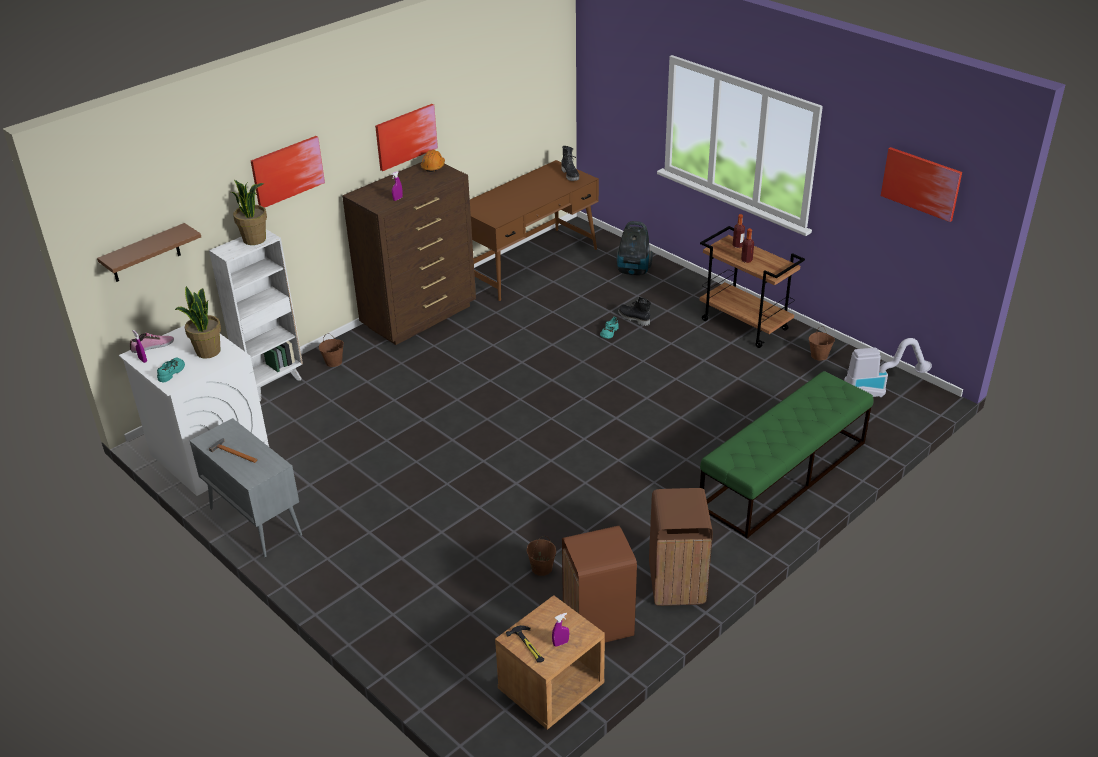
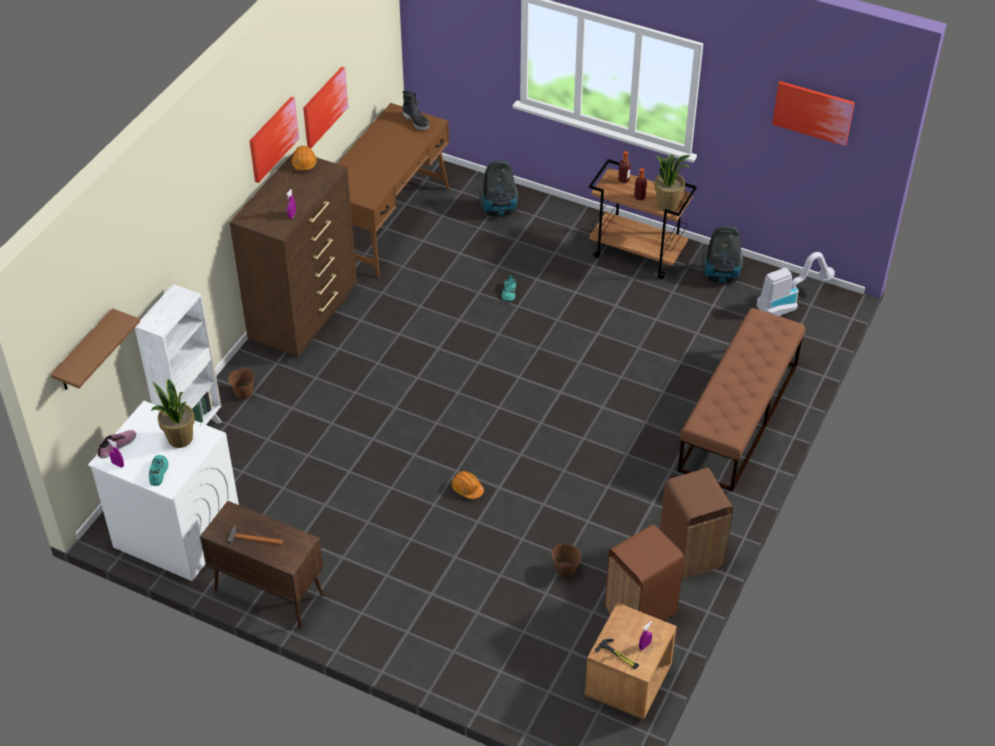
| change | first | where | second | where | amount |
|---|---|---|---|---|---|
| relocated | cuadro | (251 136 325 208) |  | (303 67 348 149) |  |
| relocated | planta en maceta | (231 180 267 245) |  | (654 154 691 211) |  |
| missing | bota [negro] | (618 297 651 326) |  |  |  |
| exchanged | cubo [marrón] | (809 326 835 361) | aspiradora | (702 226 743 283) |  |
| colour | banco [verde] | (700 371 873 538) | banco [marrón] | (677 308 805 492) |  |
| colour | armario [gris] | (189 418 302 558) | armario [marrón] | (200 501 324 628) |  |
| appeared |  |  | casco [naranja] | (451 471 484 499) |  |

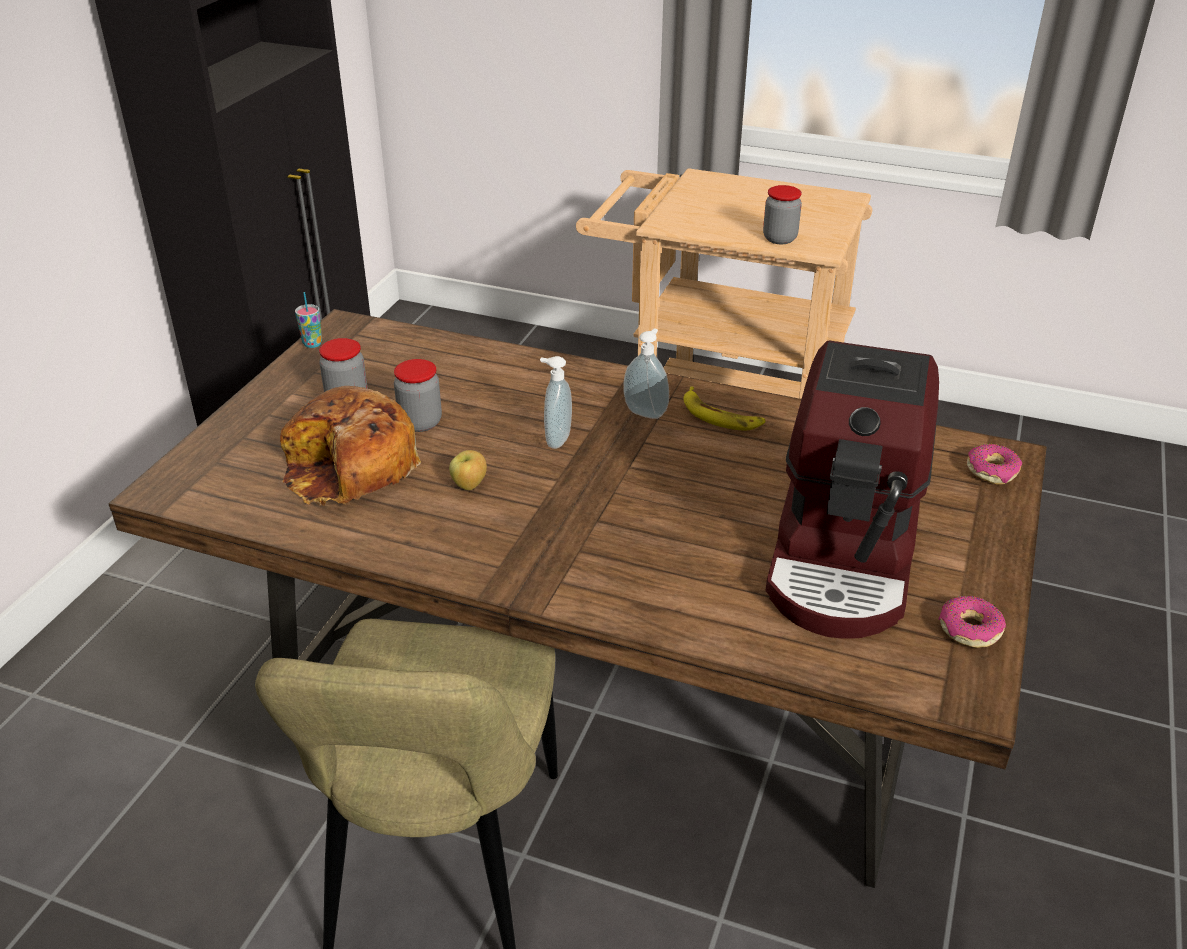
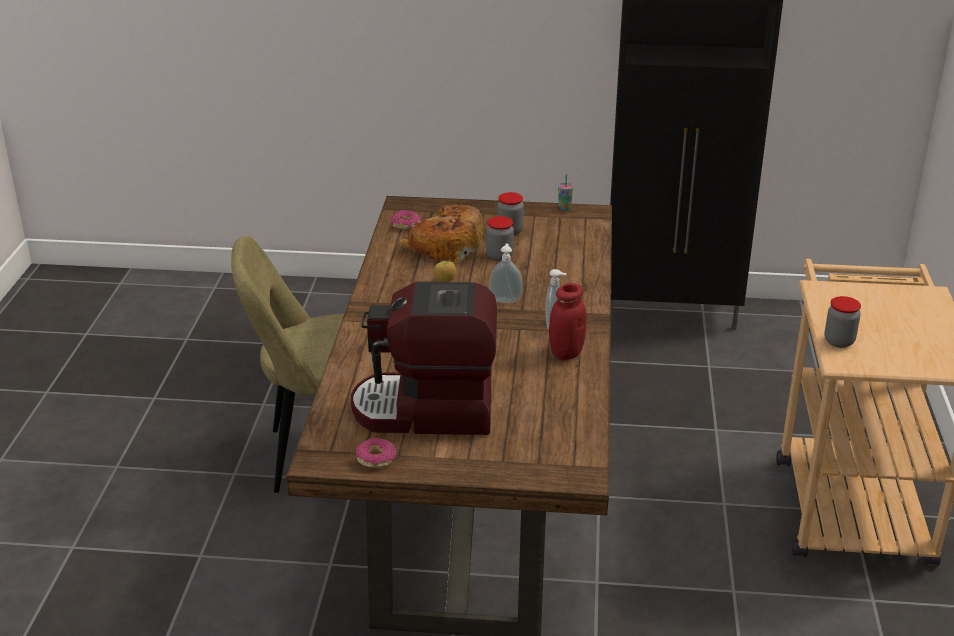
| change | first | where | second | where | amount |
|---|---|---|---|---|---|
| exchanged | plátano | (683 386 766 431) | tarro [rojo] | (549 283 586 360) |  |
| relocated | rosquilla | (967 444 1022 485) |  | (390 210 421 230) |  |

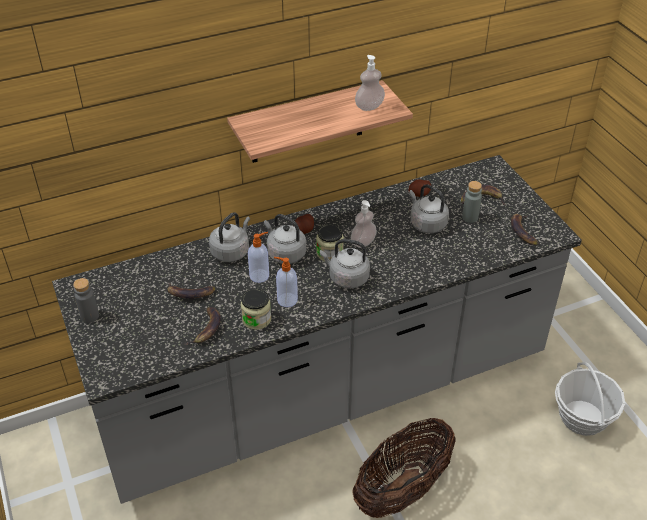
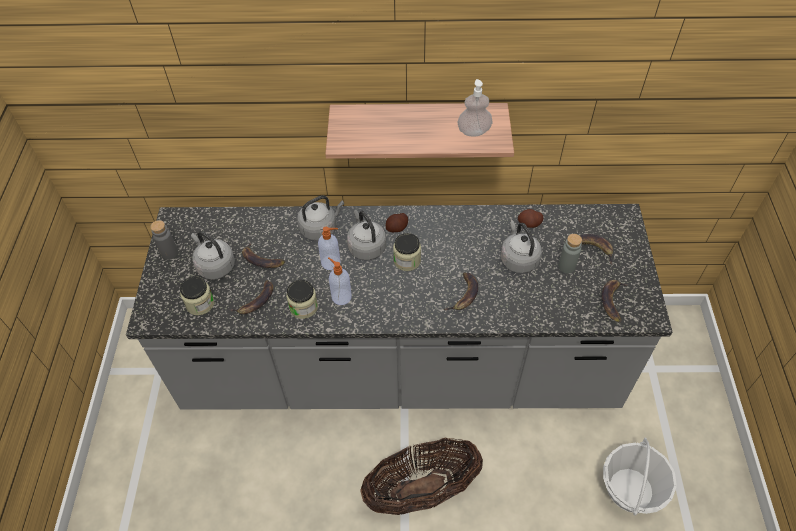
| change | first | where | second | where | amount |
|---|---|---|---|---|---|
| missing | dispensador de jabón | (351 200 377 248) |  |  |  |
| relocated | hervidor [gris] | (320 239 370 289) |  | (191 231 235 280) |  |
| appeared |  |  | plátano | (444 273 478 310) |  |
| appeared |  |  | tarro | (180 276 214 315) |  |

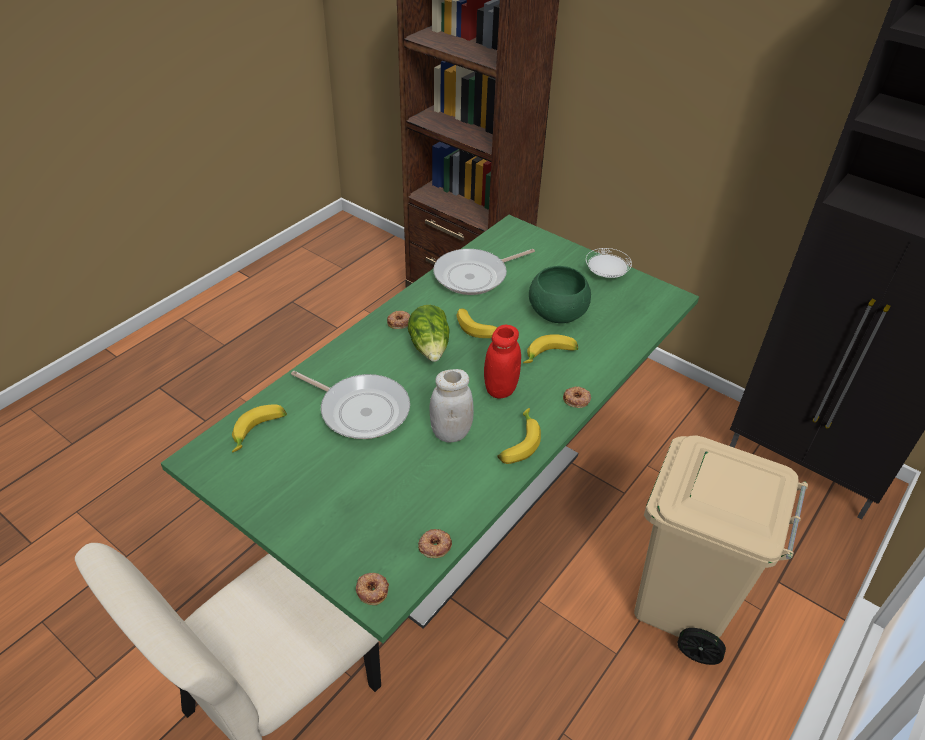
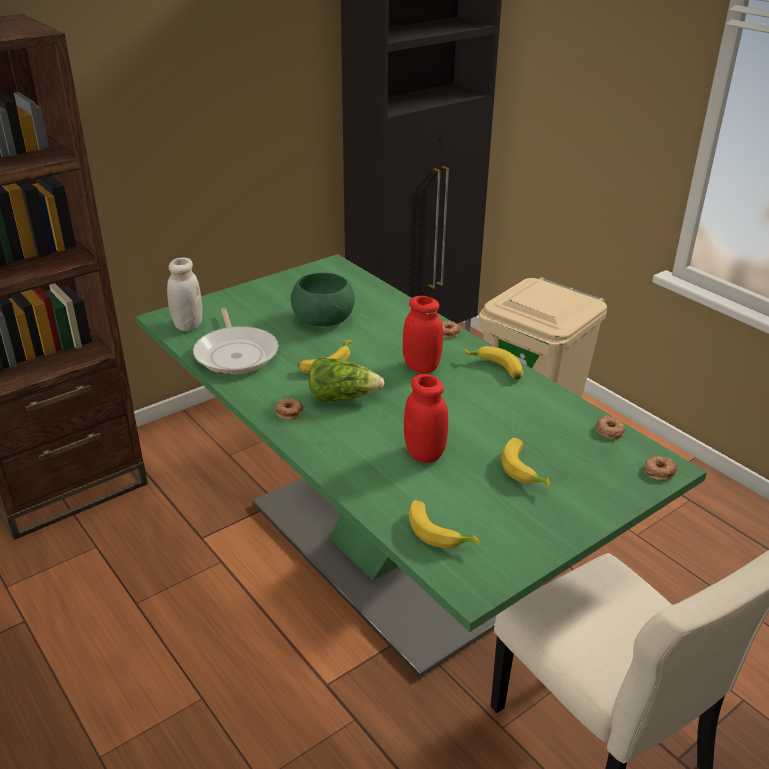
| change | first | where | second | where | amount |
|---|---|---|---|---|---|
| missing | plato [blanco] | (586 248 632 278) |  |  |  |
| relocated | plátano | (523 334 578 363) |  | (501 438 550 488) |  |
| relocated | tarro [blanco] | (430 369 474 443) |  | (167 258 202 331) |  |
| exchanged | sartén | (291 371 410 439) | tarro [rojo] | (404 374 448 463) |  |

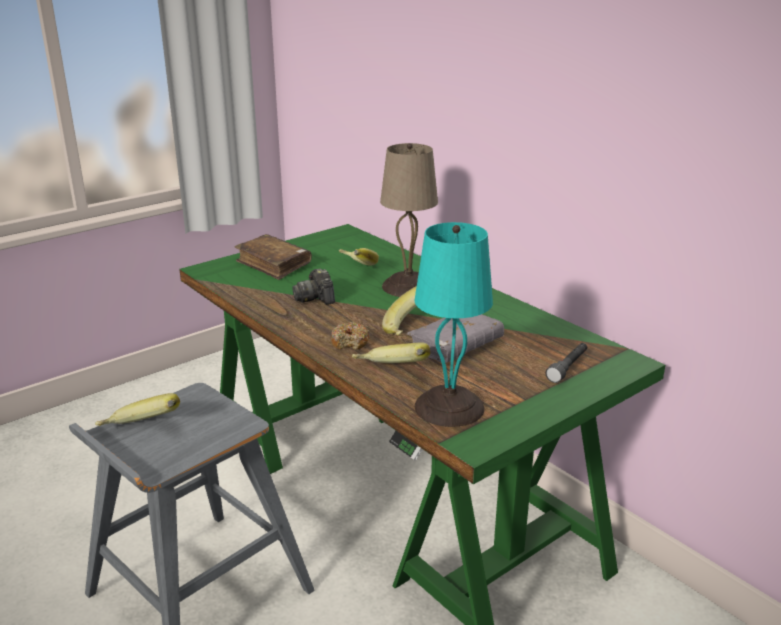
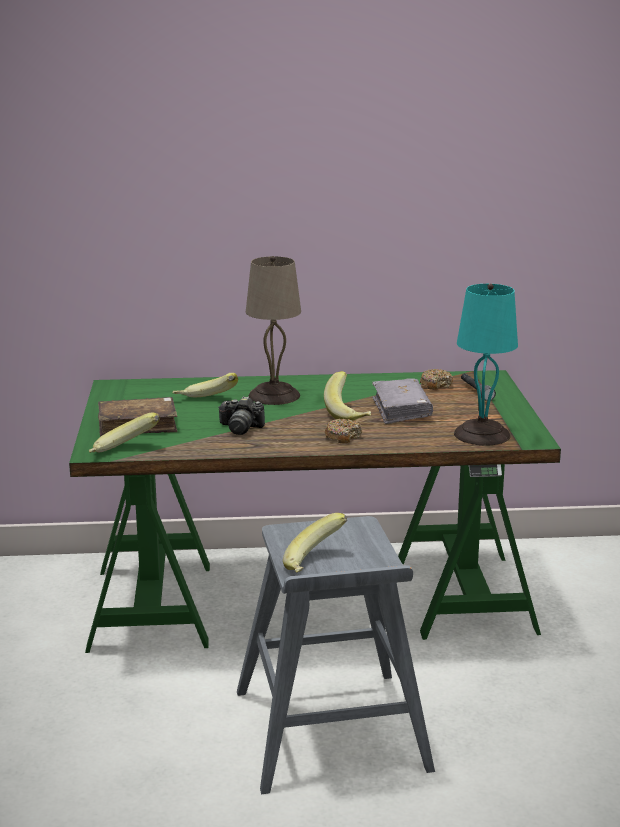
| change | first | where | second | where | amount |
|---|---|---|---|---|---|
| relocated | plátano | (352 342 431 363) |  | (89 413 160 453) |  |
| appeared |  |  | rosquilla | (420 369 453 390) |  |

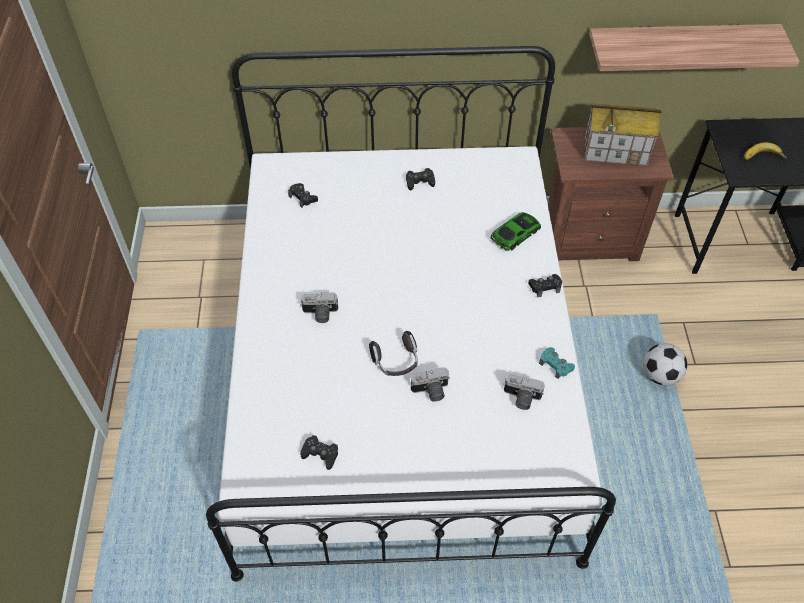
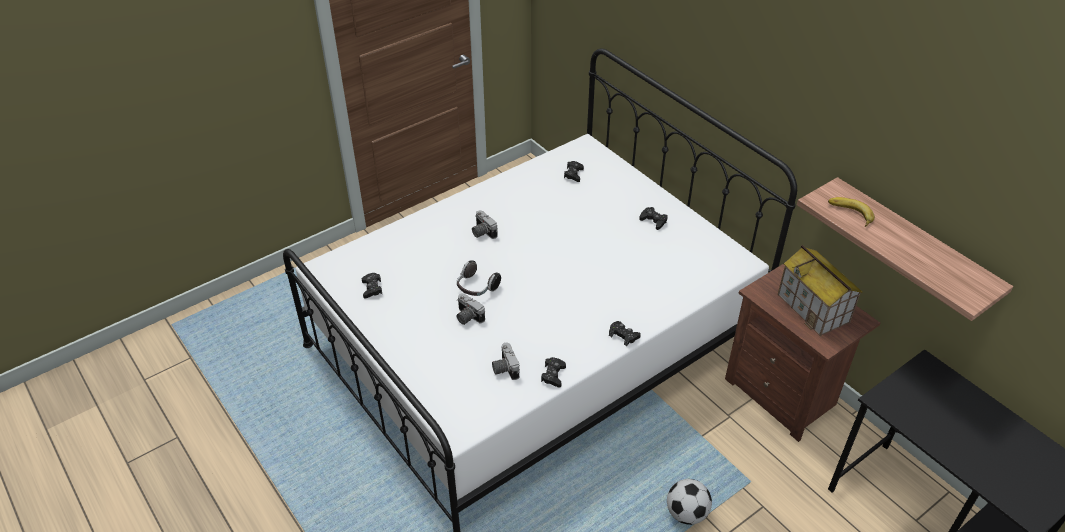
| change | first | where | second | where | amount |
|---|---|---|---|---|---|
| relocated | plátano | (744 142 786 160) |  | (828 197 875 227) |  |
| missing | coche de juguete | (490 212 541 251) |  |  |  |
| colour | mando de consola [turquesa] | (539 347 575 379) | mando de consola [negro] | (541 357 566 387) |  |

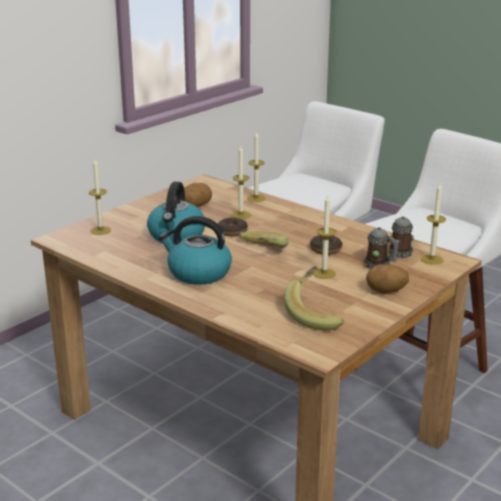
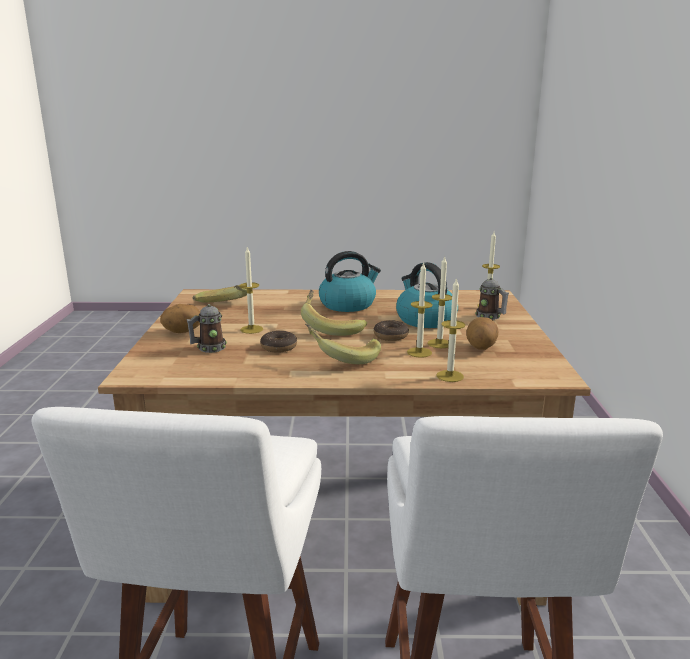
| change | first | where | second | where | amount |
|---|---|---|---|---|---|
| relocated | vela | (421 184 446 265) |  | (428 256 452 348) |  |
| relocated | taza grande | (388 216 414 258) |  | (475 278 509 320) |  |
| appeared |  |  | plátano | (305 324 381 364) |  |

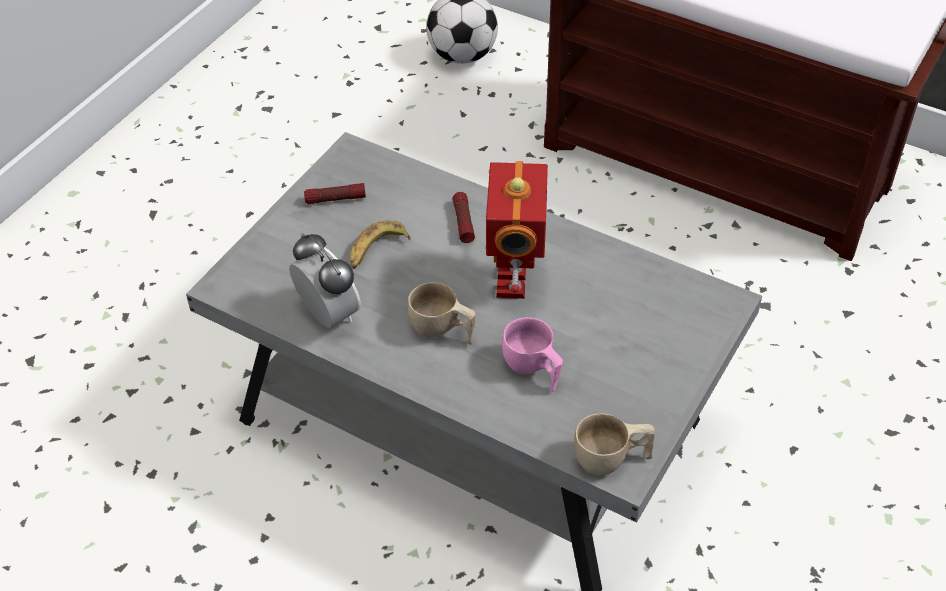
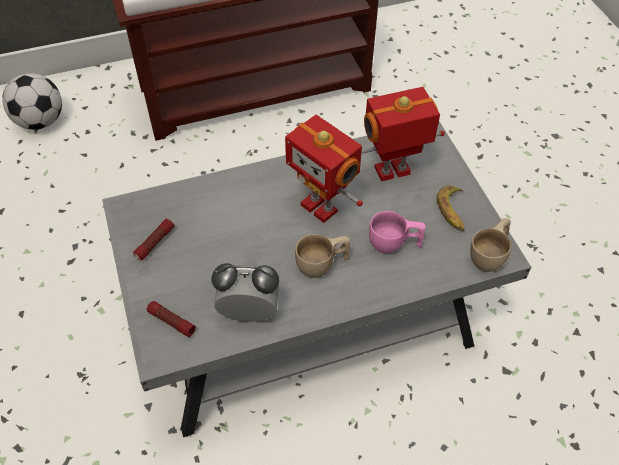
| change | first | where | second | where | amount |
|---|---|---|---|---|---|
| relocated | linterna | (453 192 475 243) |  | (147 301 196 337) |  |
| relocated | plátano | (350 221 411 269) |  | (436 185 465 231) |  |
| appeared |  |  | robot de juguete | (361 87 445 181) |  |

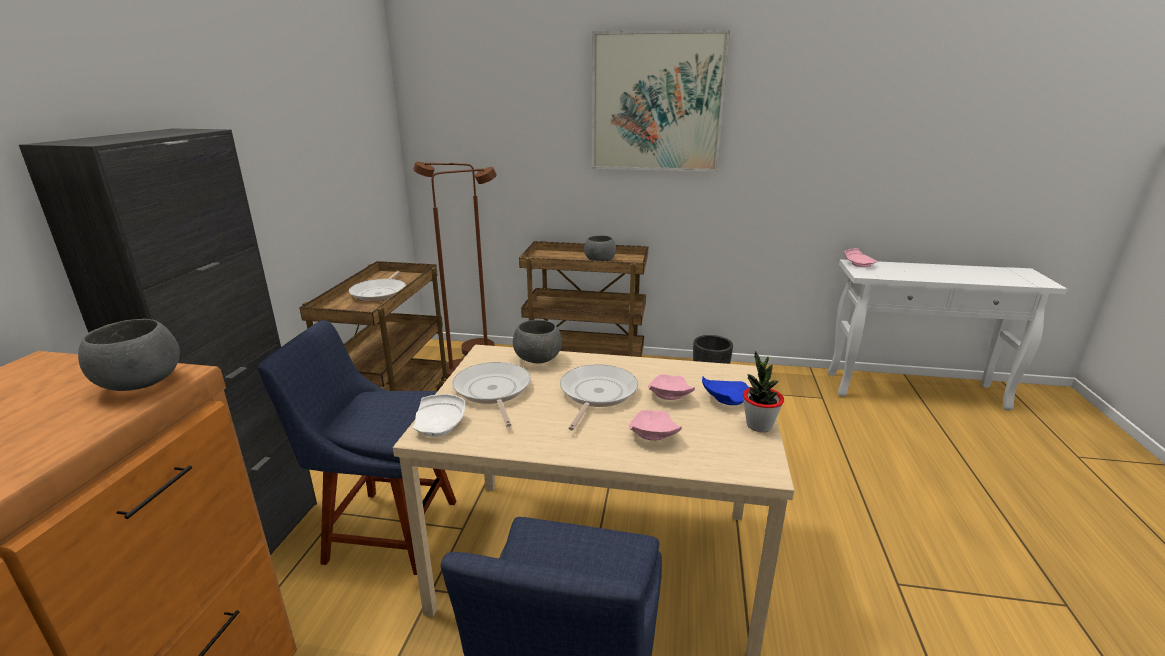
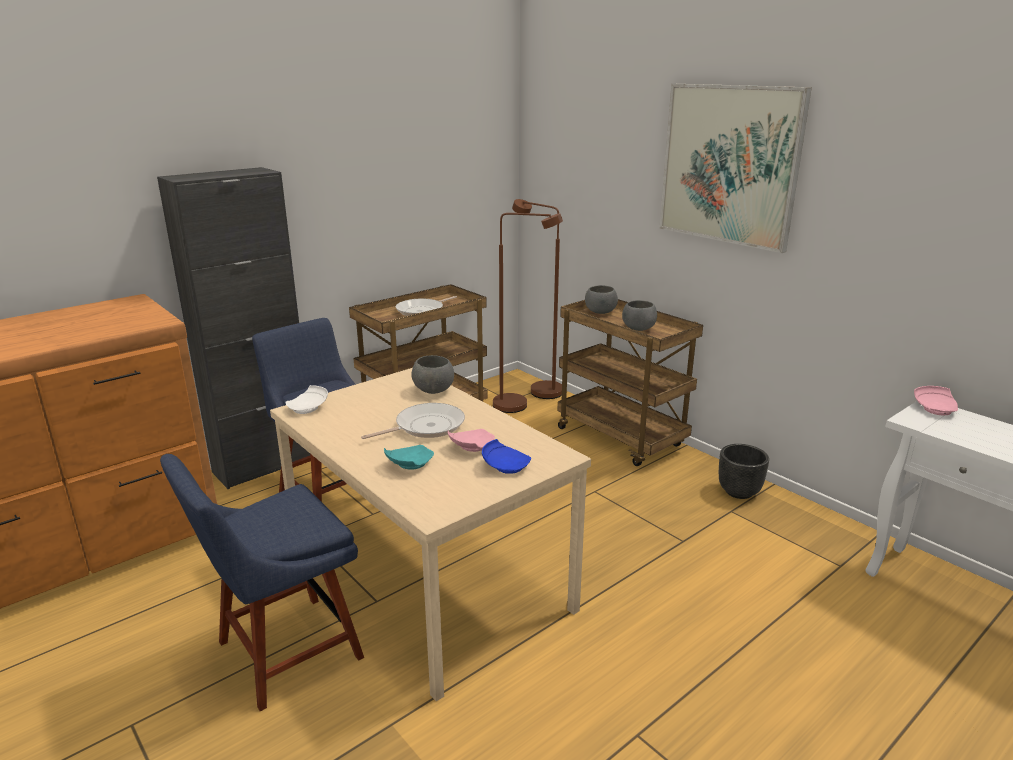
| change | first | where | second | where | amount |
|---|---|---|---|---|---|
| relocated | cuenco [gris] | (78 319 180 391) |  | (585 285 618 314) |  |
| missing | planta en maceta | (743 351 784 432) |  |  |  |
| missing | sartén | (452 362 531 427) |  |  |  |
| colour | plato [rosa] | (629 410 682 441) | plato [turquesa] | (384 445 434 470) |  |

